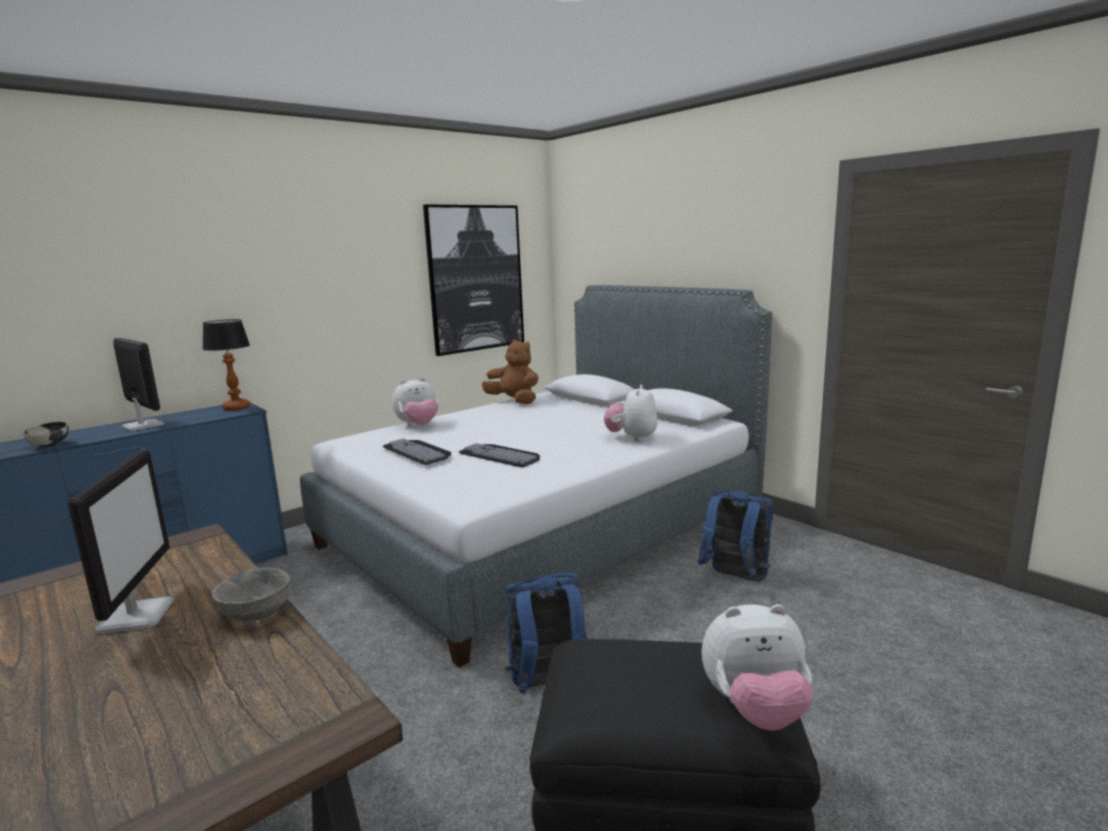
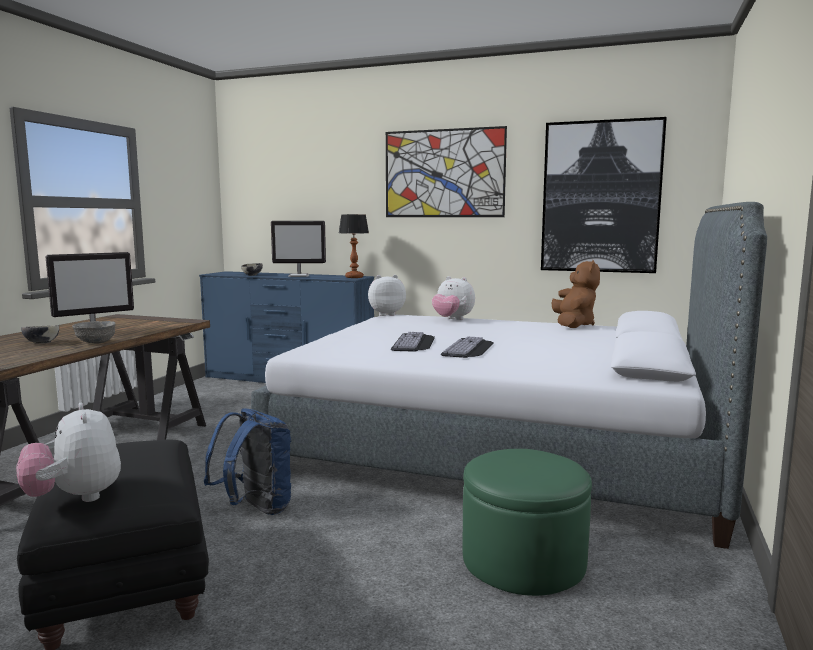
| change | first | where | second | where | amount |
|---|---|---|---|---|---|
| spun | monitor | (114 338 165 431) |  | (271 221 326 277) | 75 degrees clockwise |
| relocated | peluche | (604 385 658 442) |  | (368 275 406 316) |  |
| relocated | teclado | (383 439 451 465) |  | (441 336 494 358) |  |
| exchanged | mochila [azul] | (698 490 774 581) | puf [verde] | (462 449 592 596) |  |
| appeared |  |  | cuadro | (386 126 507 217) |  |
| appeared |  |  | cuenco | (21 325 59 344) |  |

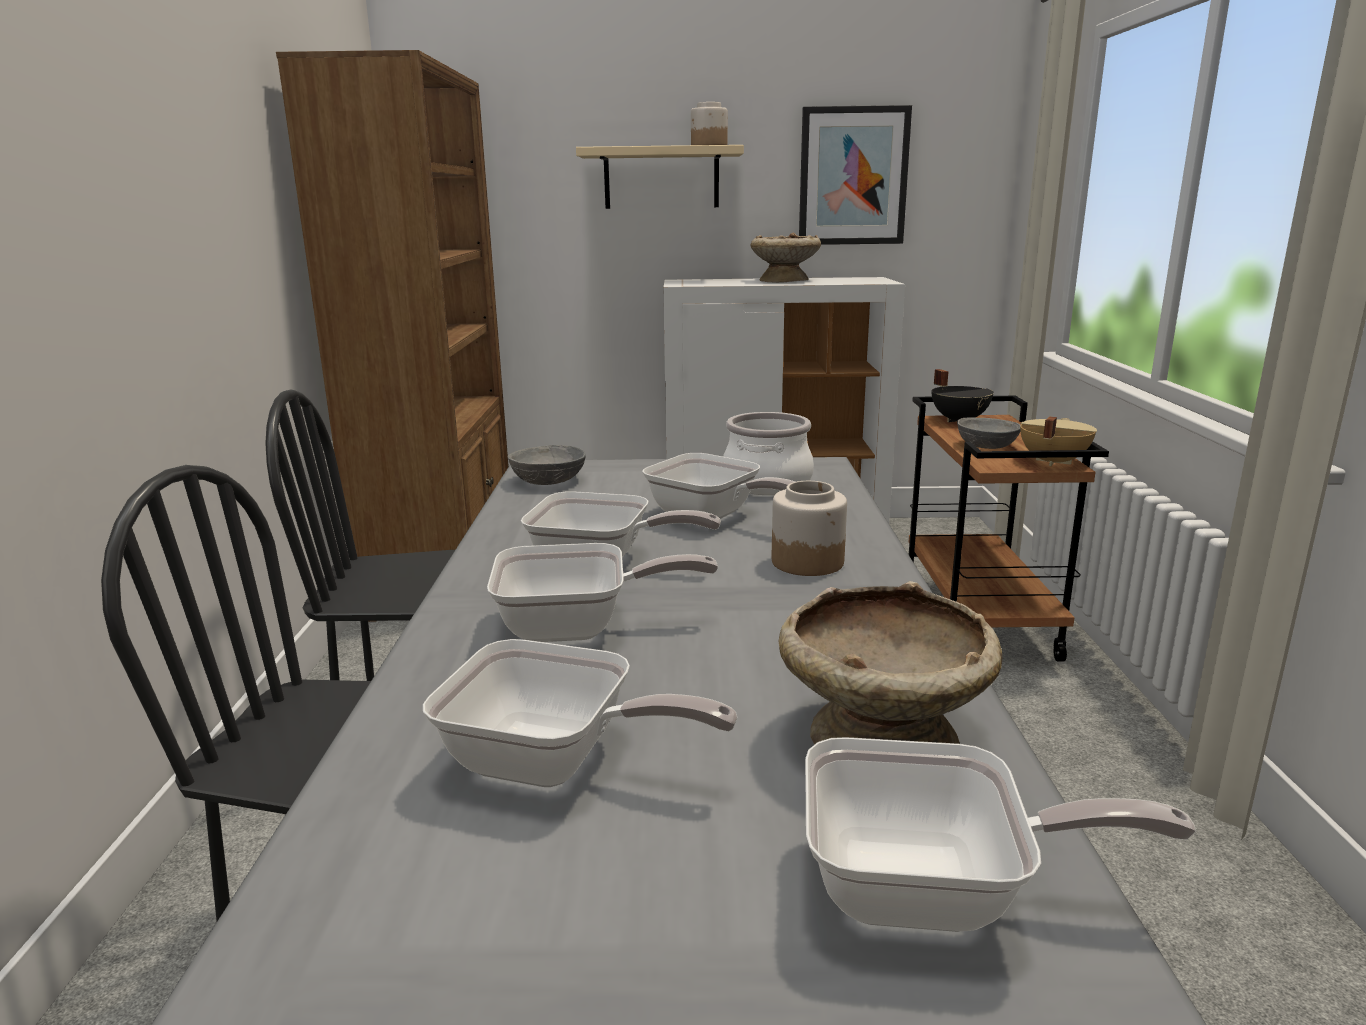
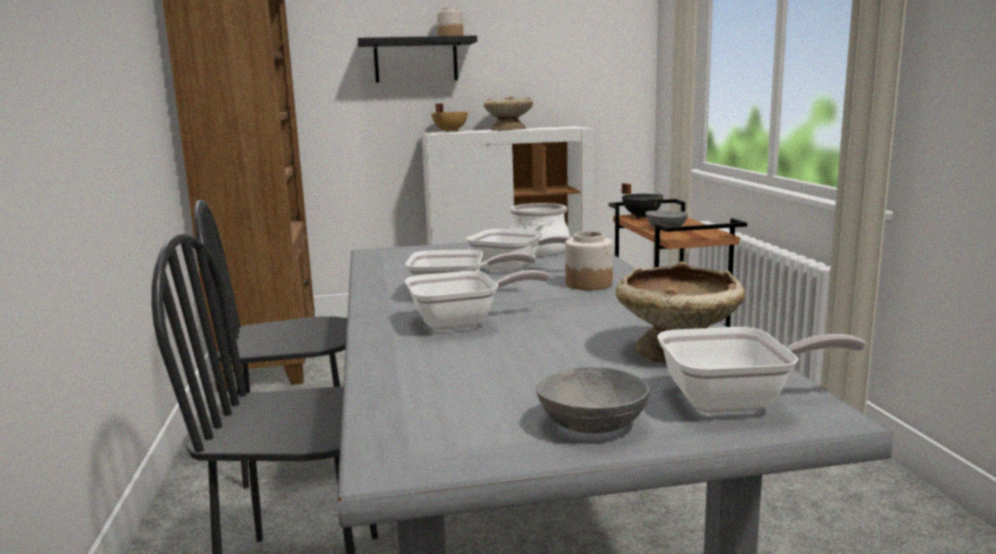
| change | first | where | second | where | amount |
|---|---|---|---|---|---|
| missing | cuadro | (799 105 912 245) |  |  |  |
| colour | estante [beis] | (576 145 744 209) | estante [negro] | (358 35 477 82) |  |
| relocated | olla [beis] | (1020 416 1097 466) |  | (431 103 468 132) |  |
| relocated | cuenco [gris] | (507 445 586 485) |  | (536 367 649 434) |  |
| missing | sartén | (423 639 738 787) |  |  |  |

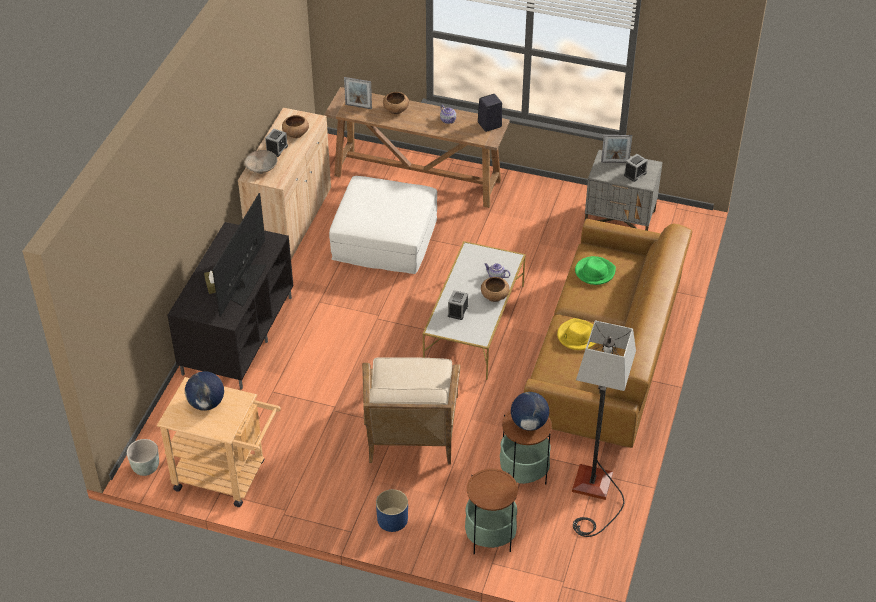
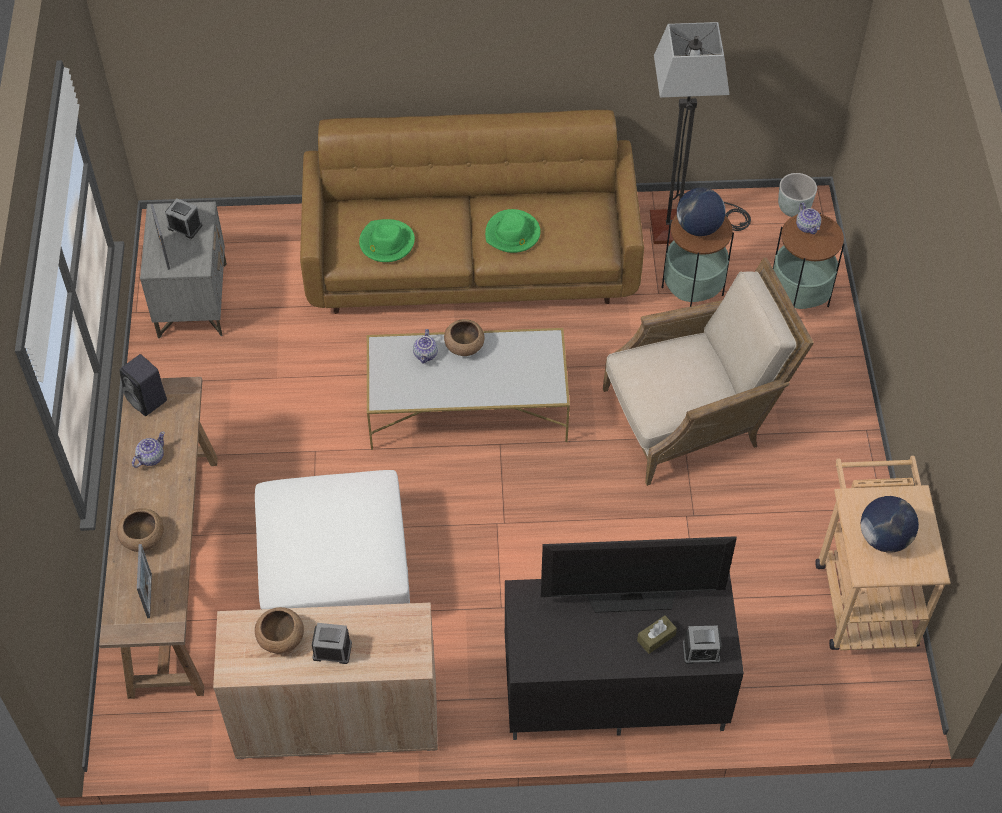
| change | first | where | second | where | amount |
|---|---|---|---|---|---|
| missing | cuenco [beis] | (244 150 277 174) |  |  |  |
| relocated | despertador | (448 290 468 320) |  | (683 626 721 664) |  |
| colour | sombrero [amarillo] | (557 318 596 350) | sombrero [verde] | (485 209 541 253) |  |
| relocated | maceta [gris] | (127 439 159 476) |  | (778 173 817 217) |  |
| missing | maceta [azul] | (376 489 408 532) |  |  |  |
| appeared |  |  | tetera | (796 202 821 234) |  |

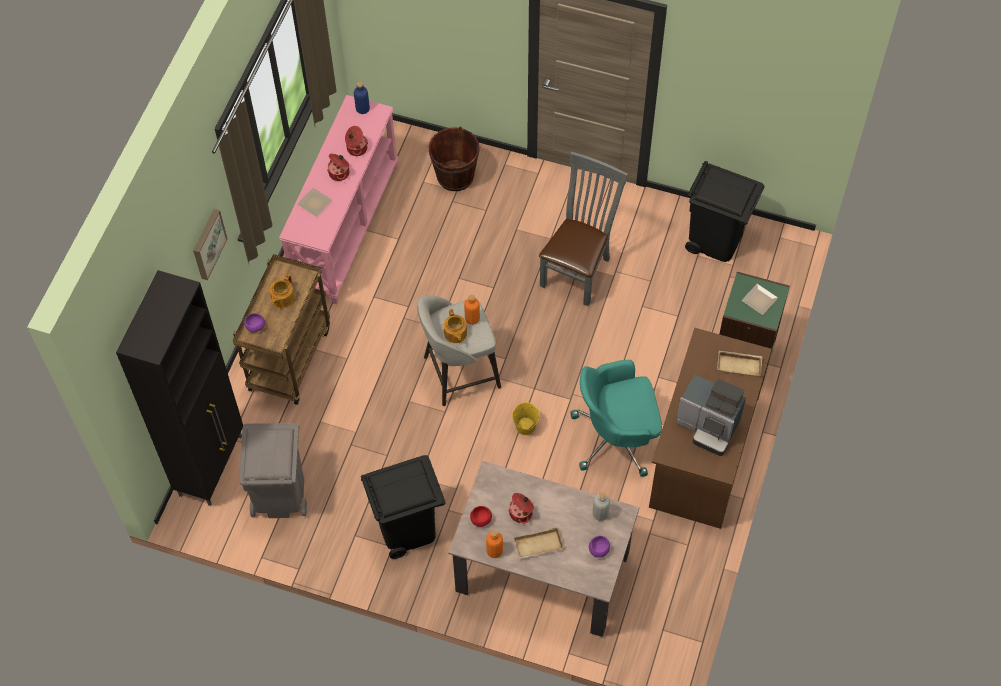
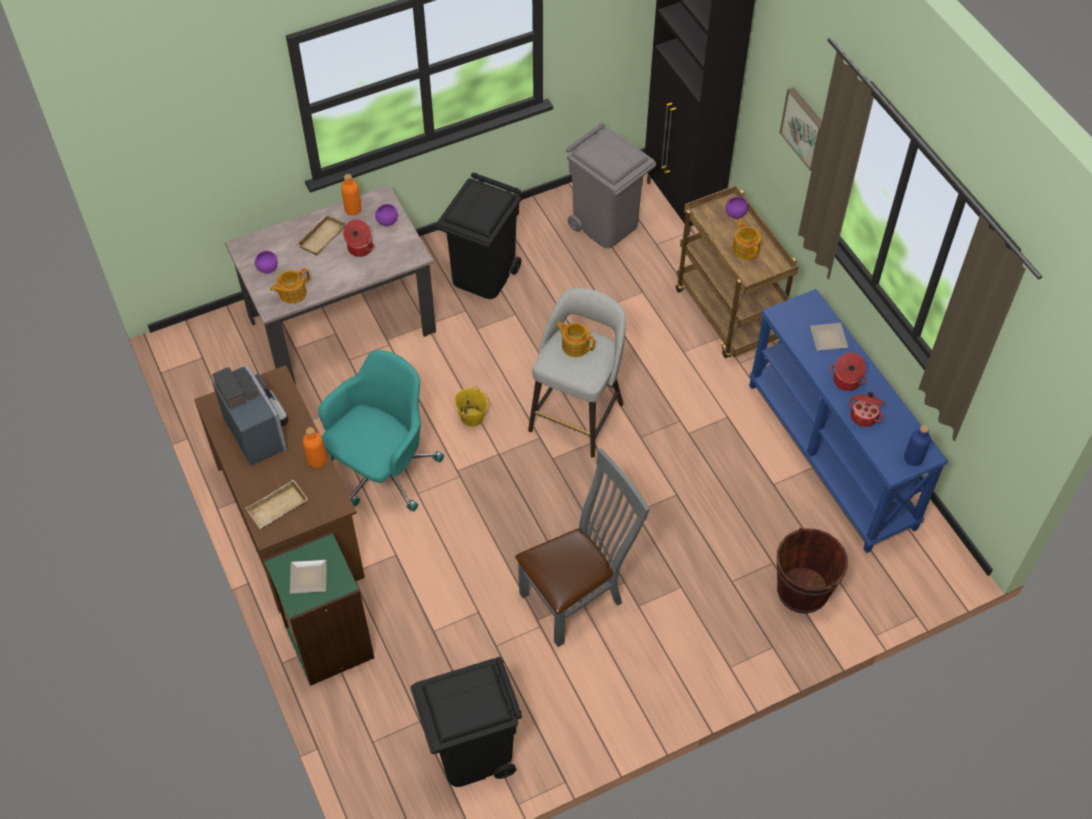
| change | first | where | second | where | amount |
|---|---|---|---|---|---|
| colour | mesa consola [rosa] | (279 95 398 304) | mesa consola [azul] | (749 289 948 553) |  |
| spun | silla [gris] | (539 152 628 306) |  | (515 448 650 647) | 105 degrees counterclockwise |
| relocated | botella [naranja] | (464 294 480 325) |  | (303 427 327 468) |  |
| spun | cafetera | (676 375 746 456) |  | (212 365 288 466) | 75 degrees clockwise |
| exchanged | botella [gris] | (592 492 610 521) | tetera | (270 268 310 304) |  |
| colour | cuenco [rojo] | (470 506 492 527) | cuenco [morado] | (375 204 398 226) |  |

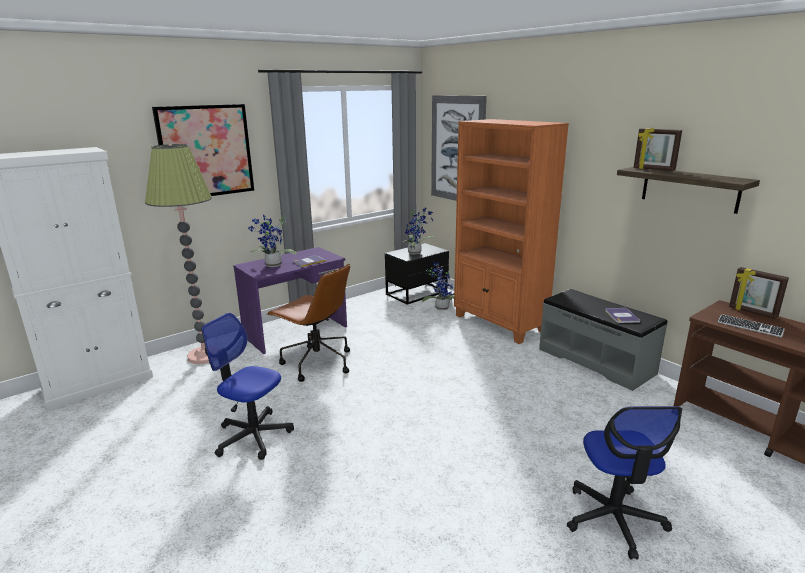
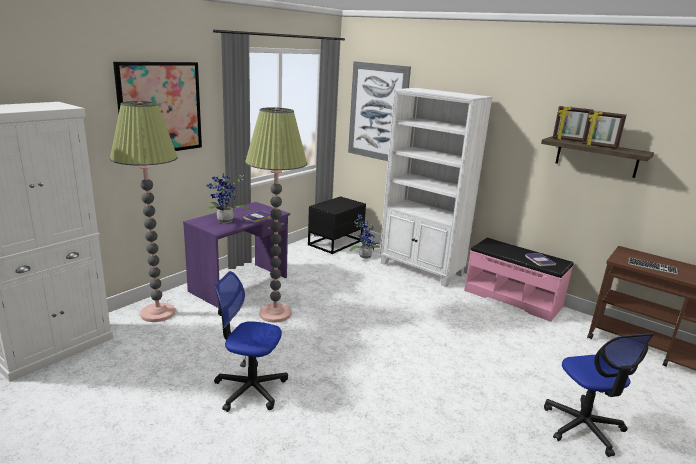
| change | first | where | second | where | amount |
|---|---|---|---|---|---|
| colour | estantería [naranja] | (454 119 569 344) | estantería [blanco] | (380 88 492 287) |  |
| missing | planta en maceta | (403 207 436 255) |  |  |  |
| exchanged | silla de oficina [marrón] | (267 264 350 382) | lámpara de pie | (245 107 307 323) |  |
| relocated | portarretratos | (729 267 789 319) |  | (582 111 627 149) |  |
| colour | banco [gris] | (539 289 667 391) | banco [rosa] | (464 238 574 322) |  |

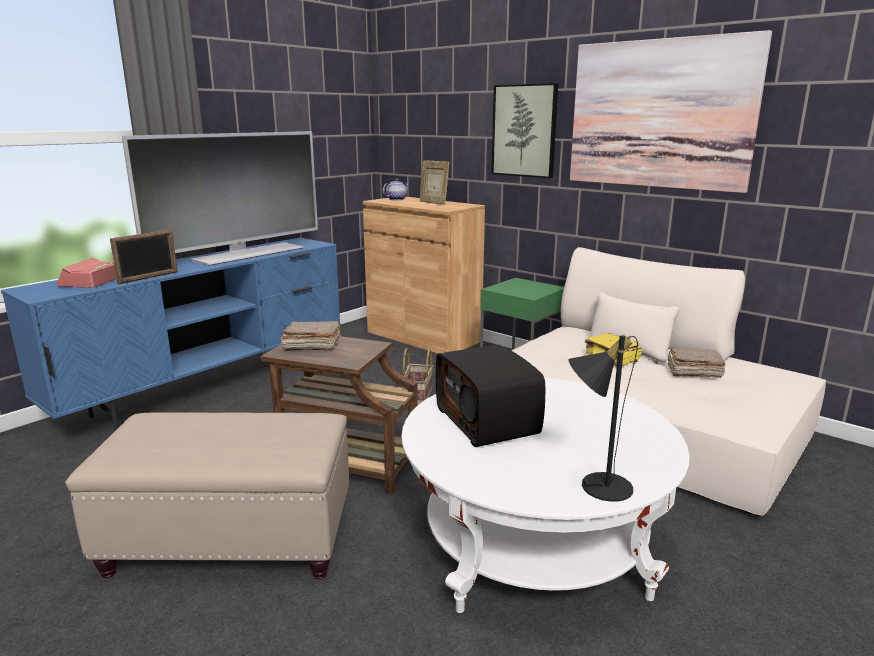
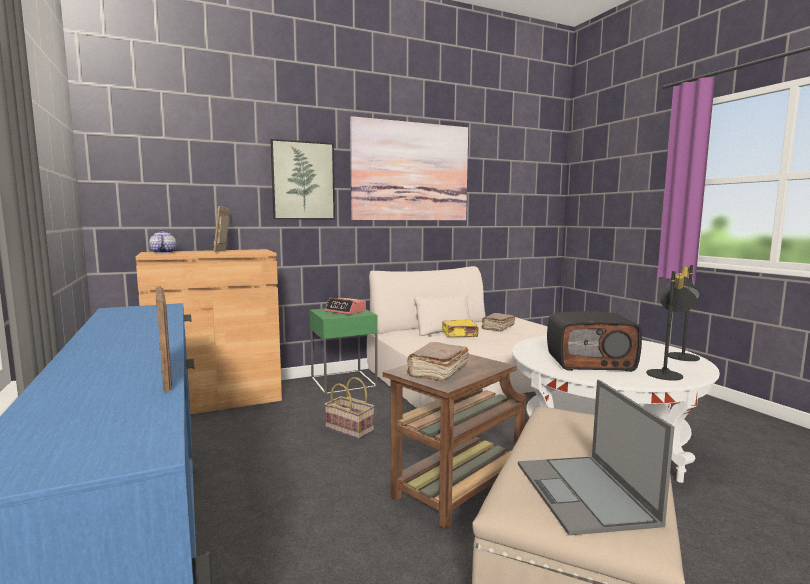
| change | first | where | second | where | amount |
|---|---|---|---|---|---|
| missing | televisor | (122 131 318 266) |  |  |  |
| spun | portarretratos | (419 160 449 205) |  | (213 206 229 251) | 90 degrees clockwise |
| relocated | despertador | (57 258 116 288) |  | (325 298 366 315) |  |
| appeared |  |  | lámpara de mesa [negro] | (646 271 697 381) |  |
| appeared |  |  | portátil | (518 380 674 535) |  |

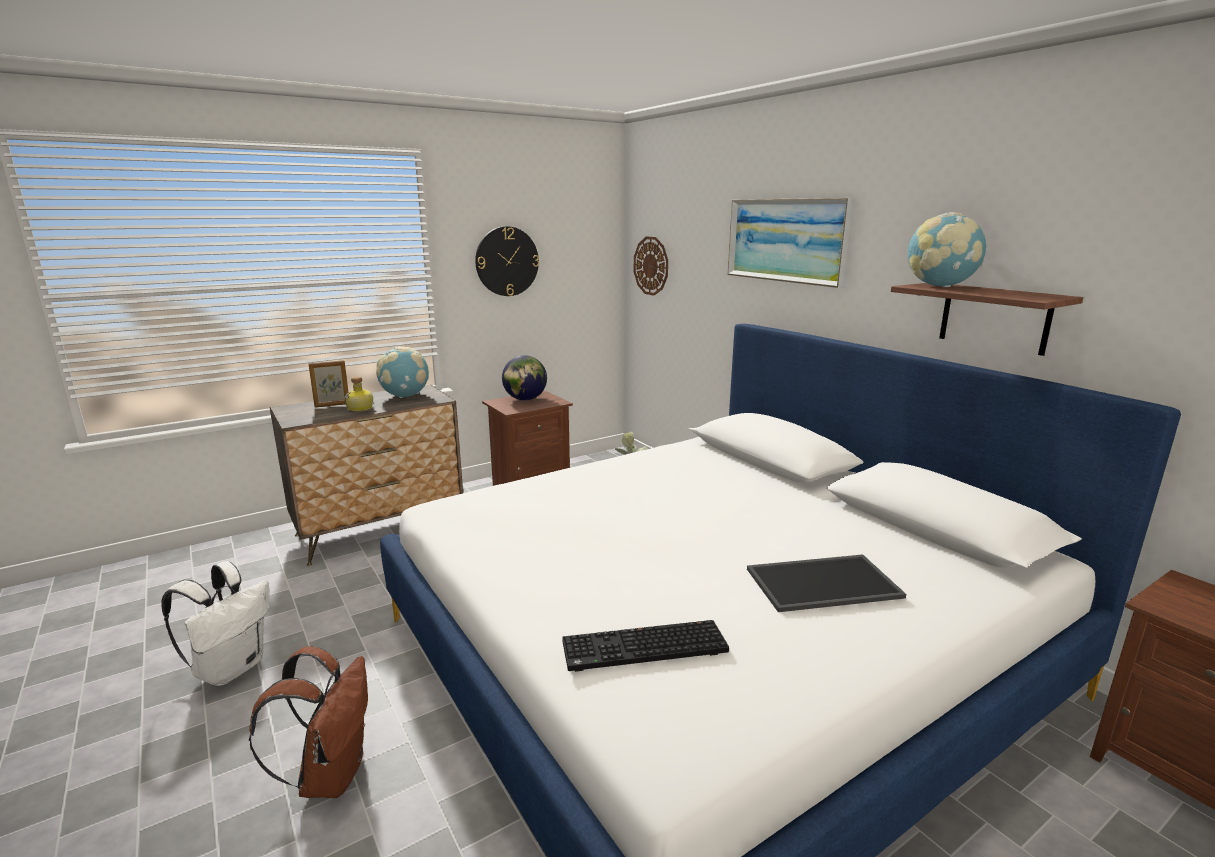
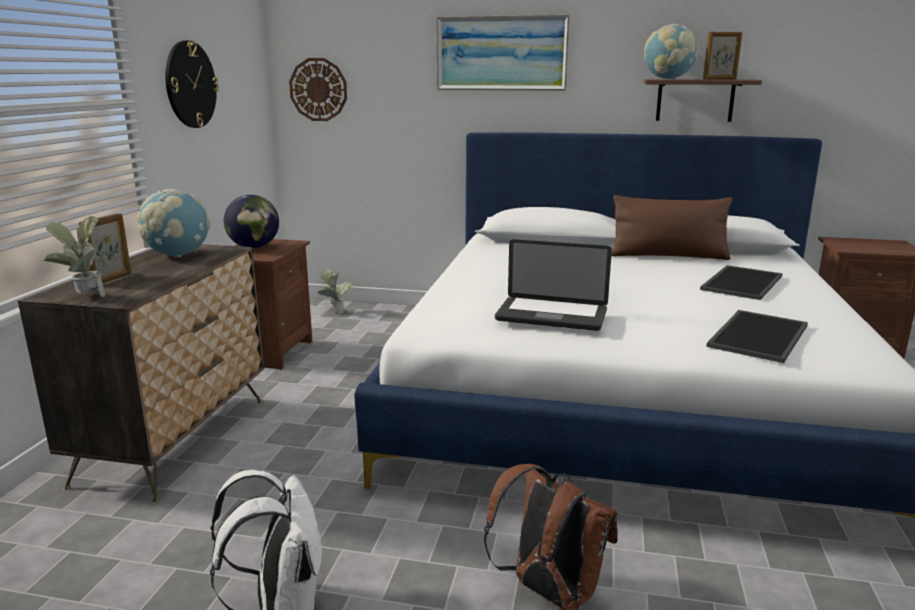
| change | first | where | second | where | amount |
|---|---|---|---|---|---|
| missing | botella | (345 376 373 411) |  |  |  |
| exchanged | teclado | (562 620 729 672) | bandeja | (706 310 808 363) |  |
| appeared |  |  | portarretratos | (703 32 742 80) |  |
| appeared |  |  | cojín [marrón] | (611 195 732 260) |  |
| appeared |  |  | planta en maceta | (43 216 105 297) |  |
| appeared |  |  | portátil | (495 239 612 331) |  |

